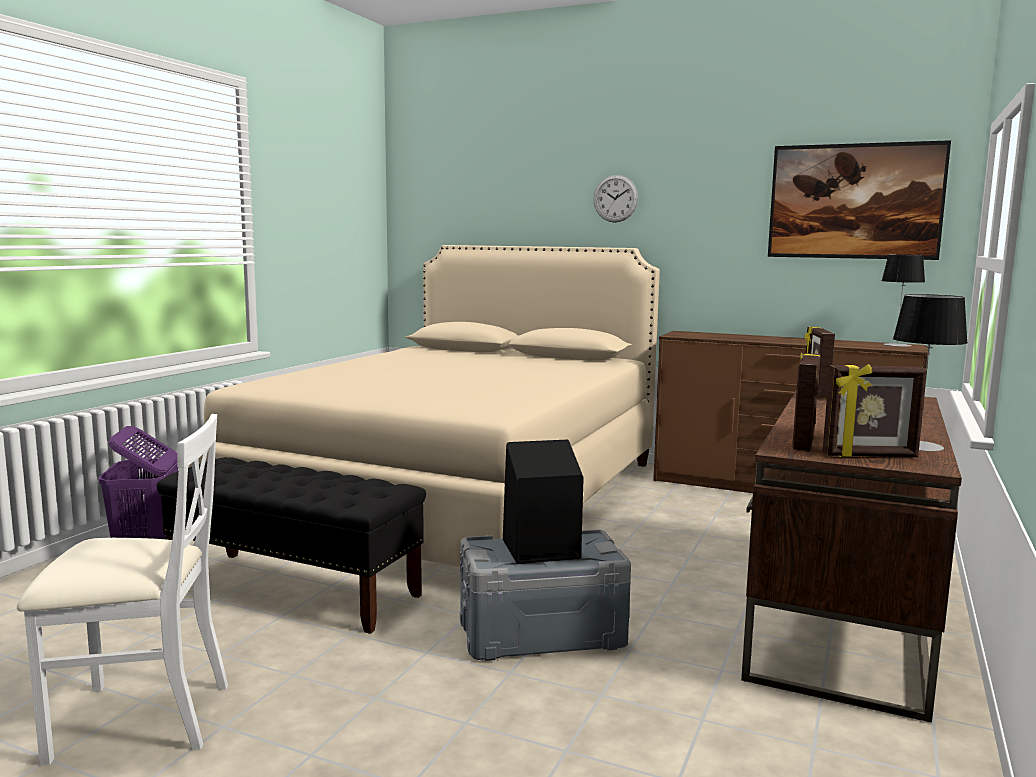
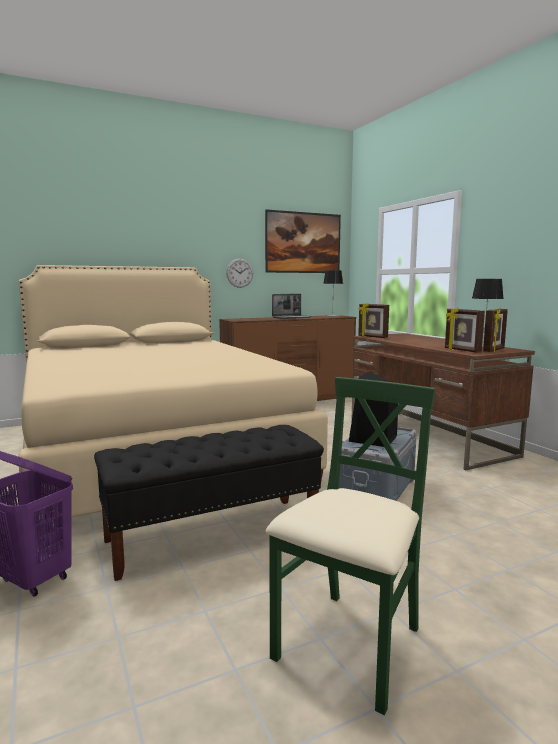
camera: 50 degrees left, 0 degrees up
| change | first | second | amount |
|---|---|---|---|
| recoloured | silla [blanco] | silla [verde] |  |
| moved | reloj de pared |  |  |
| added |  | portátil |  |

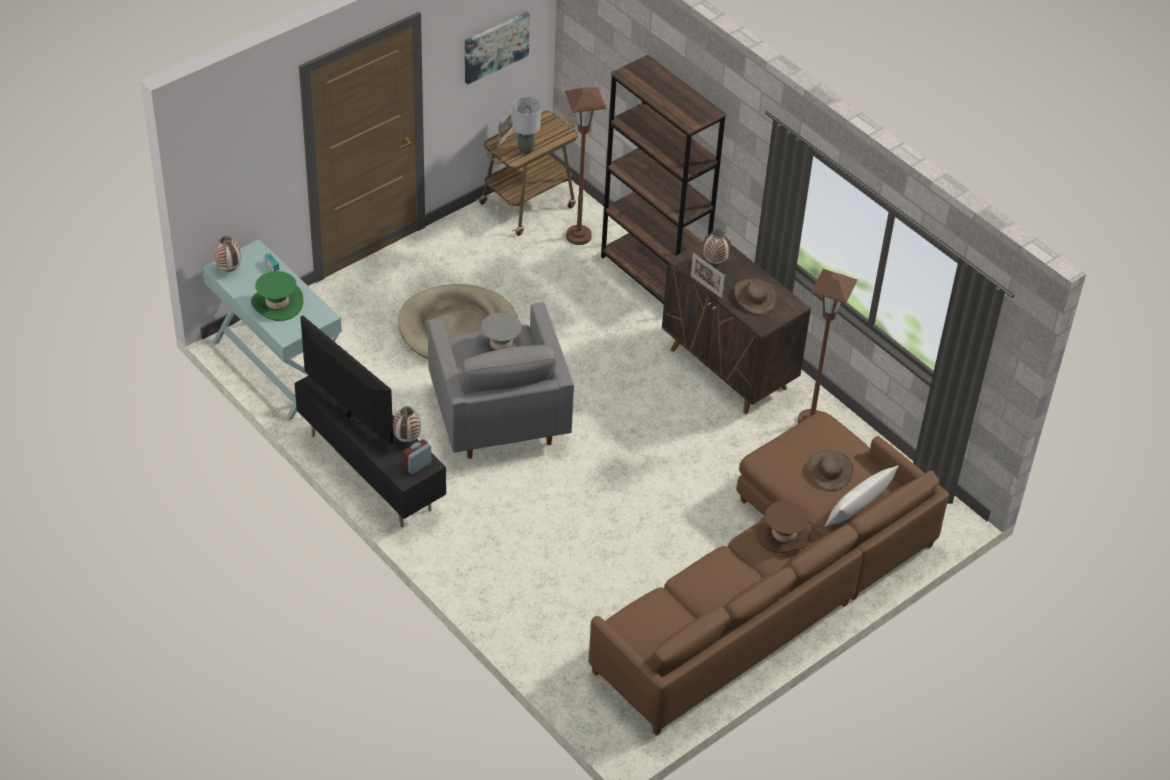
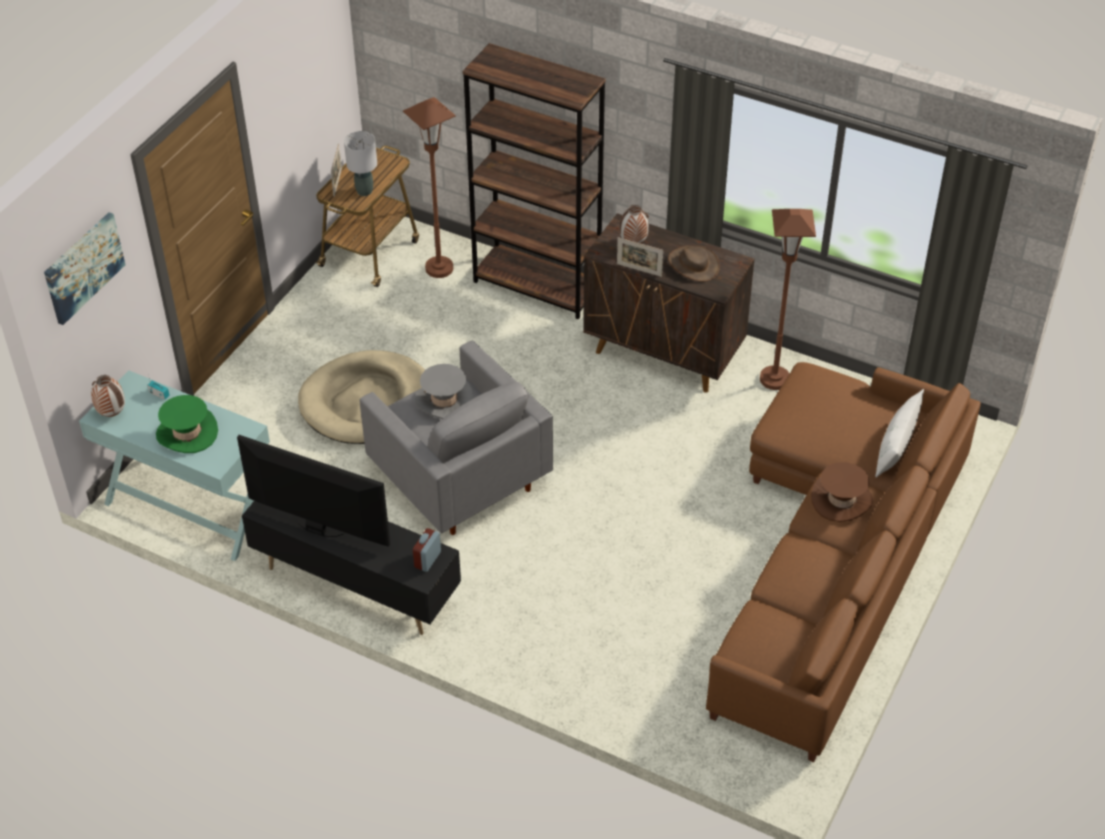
camera: 20 degrees left, 0 degrees up
| change | first | second | amount |
|---|---|---|---|
| removed | florero (2nd from left) |  |  |
| moved | cuadro |  |  |
| removed | sombrero [marrón] (3rd from left) |  |  |

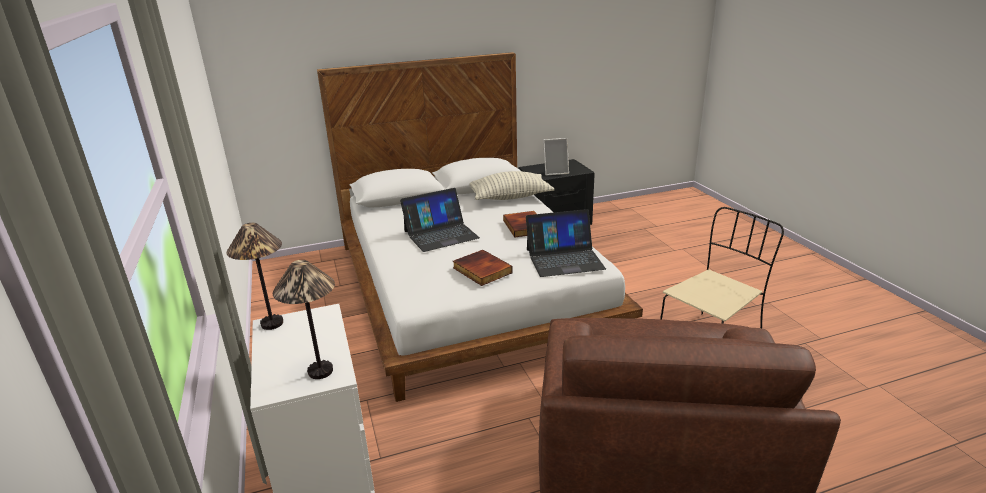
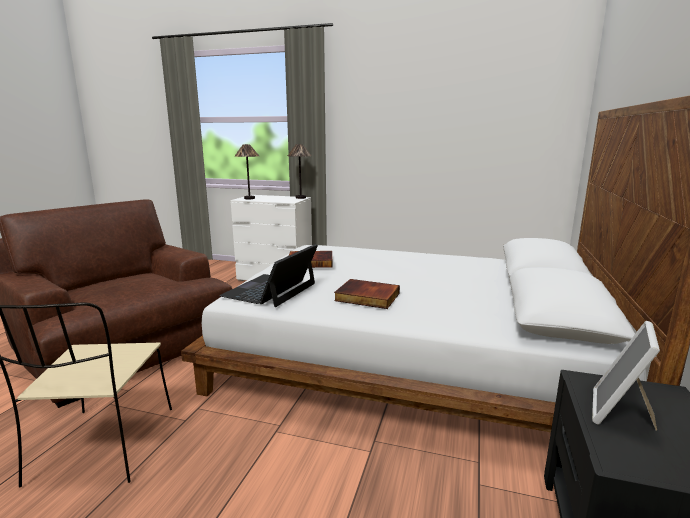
camera: 125 degrees right, 10 degrees down
| change | first | second | amount |
|---|---|---|---|
| removed | portátil (1st from left) |  |  |
| removed | cojín |  |  |

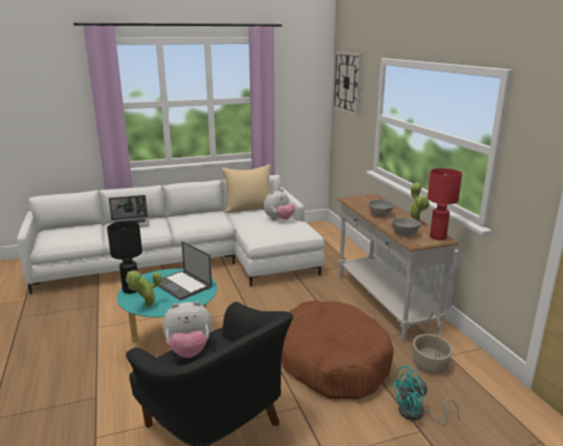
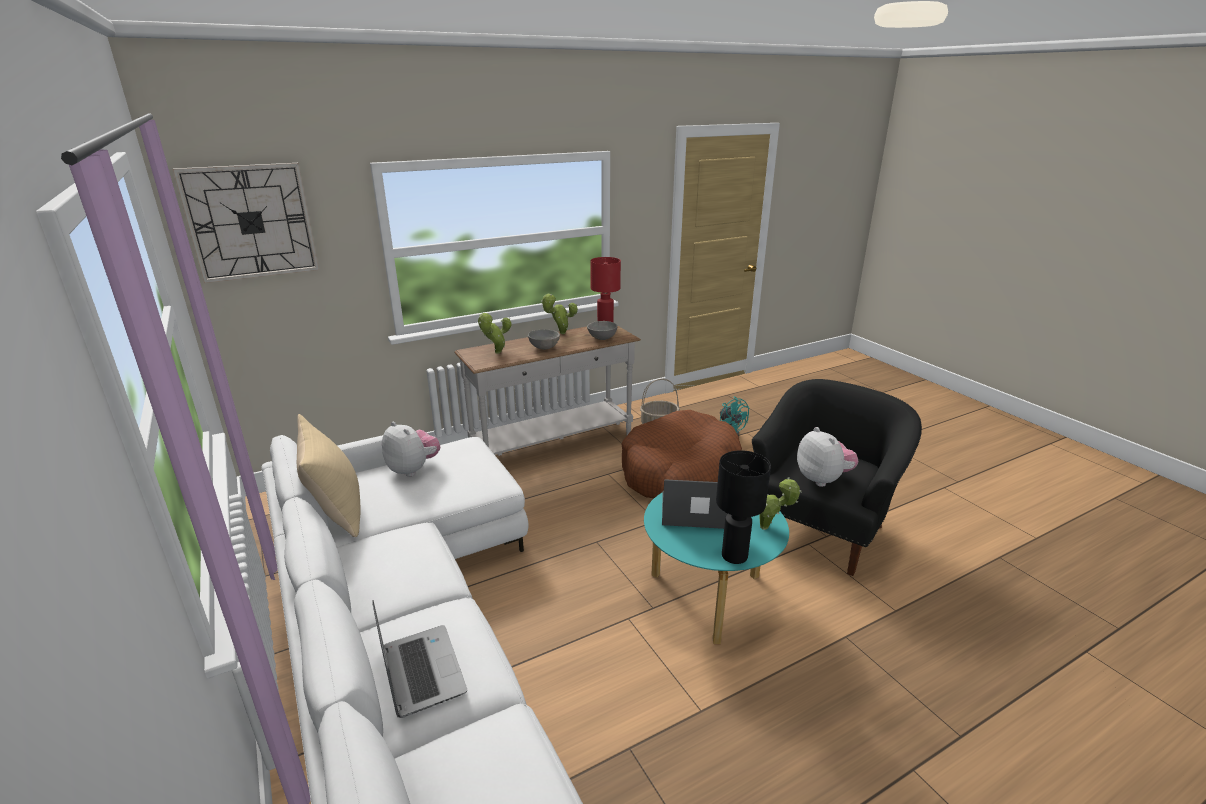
camera: 100 degrees left, 5 degrees up
| change | first | second | amount |
|---|---|---|---|
| turned | portátil (2nd from left) |  | 120 degrees counterclockwise |
| added |  | planta en maceta (1st from left) |  |

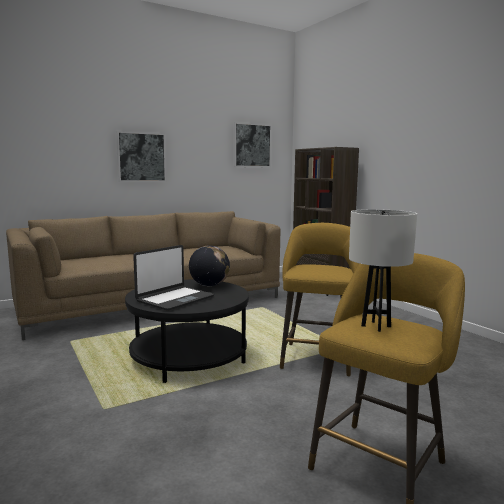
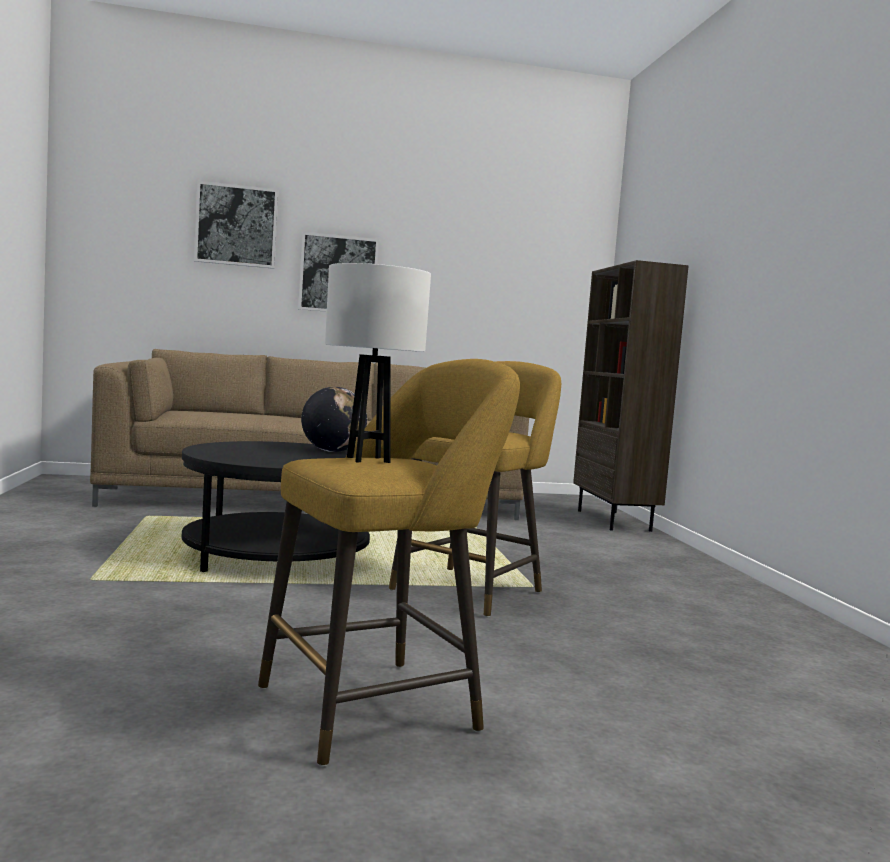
camera: 20 degrees right, 5 degrees down
| change | first | second | amount |
|---|---|---|---|
| removed | portátil |  |  |
| moved | cuadro (2nd from left in the first image) | cuadro (1st from left) |  |

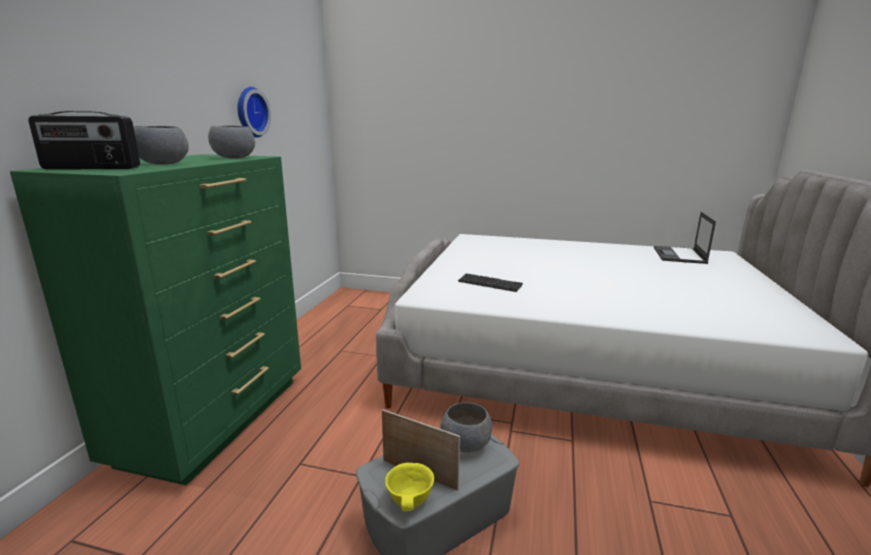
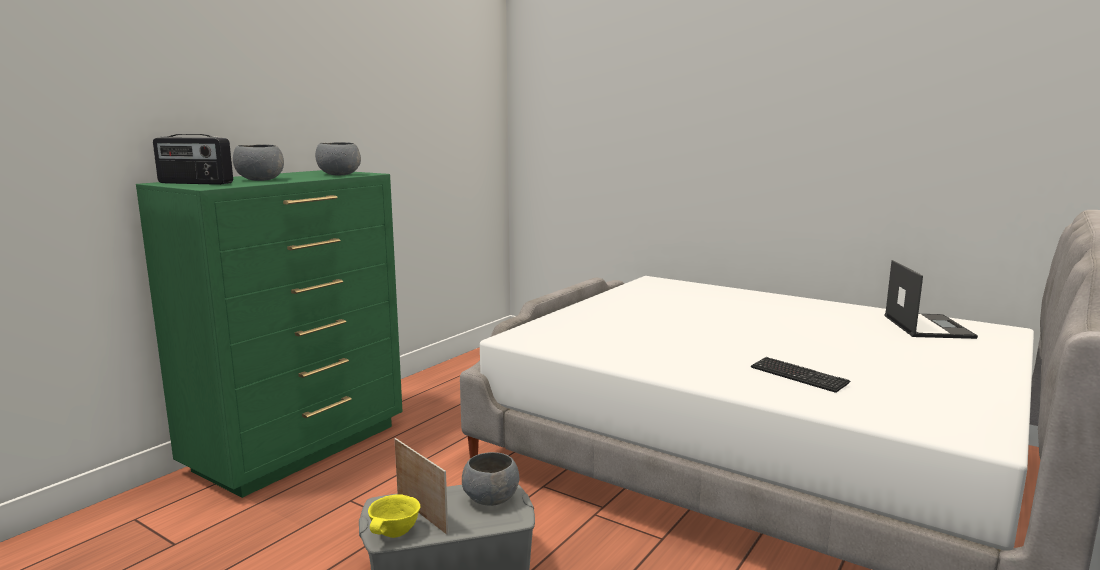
camera: 20 degrees right, 5 degrees down
| change | first | second | amount |
|---|---|---|---|
| removed | reloj de pared |  |  |
| moved | teclado |  |  |
| turned | portátil |  | 150 degrees clockwise |

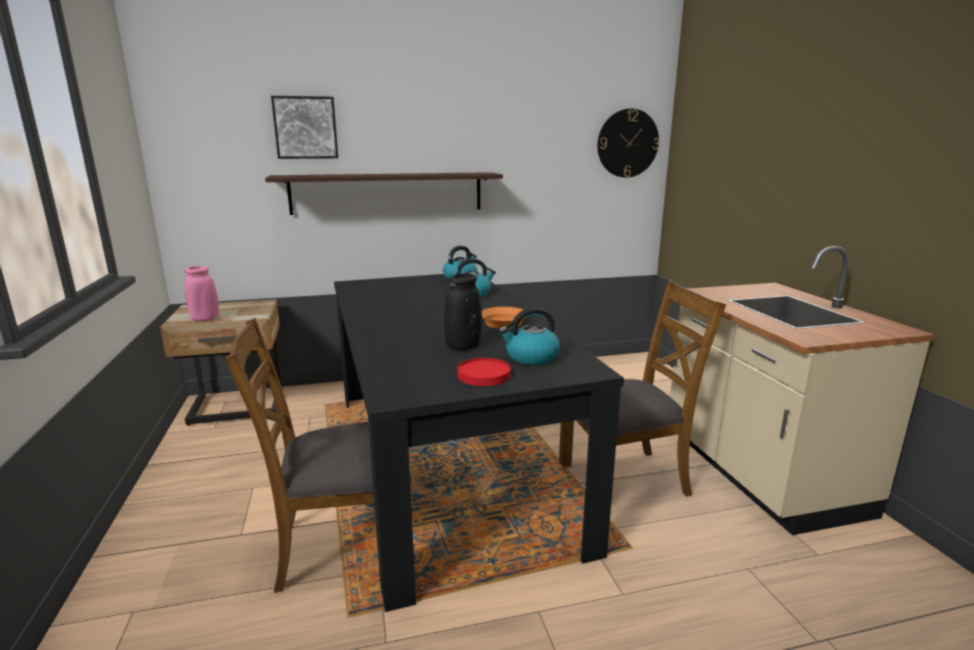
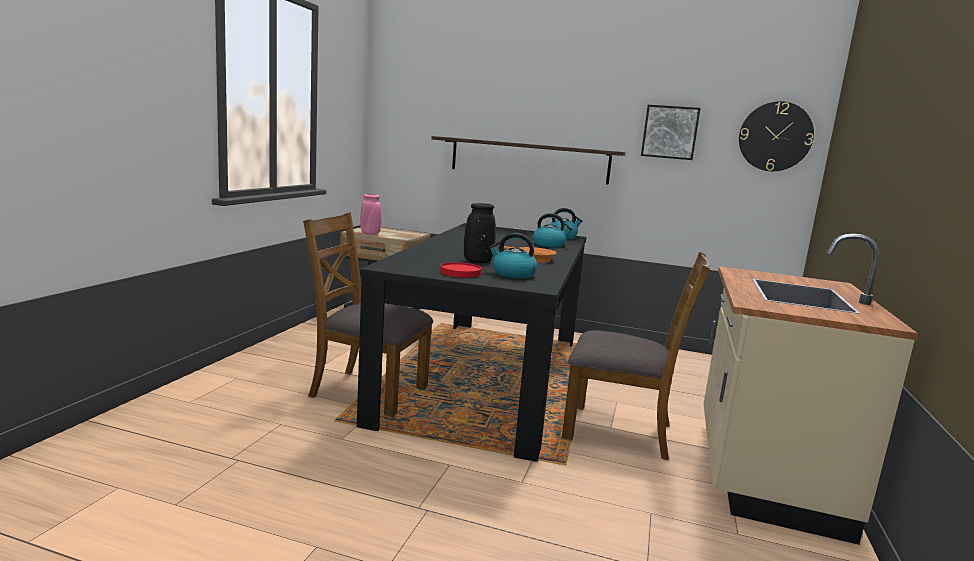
camera: 30 degrees right, 5 degrees down
| change | first | second | amount |
|---|---|---|---|
| moved | cuadro |  |  |

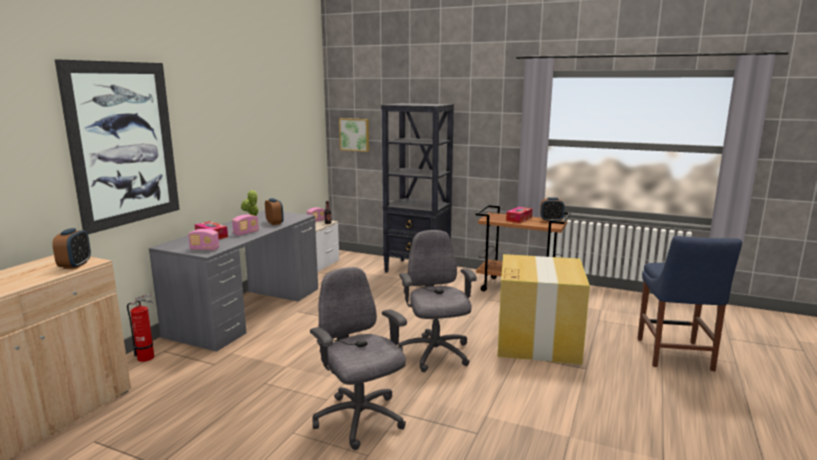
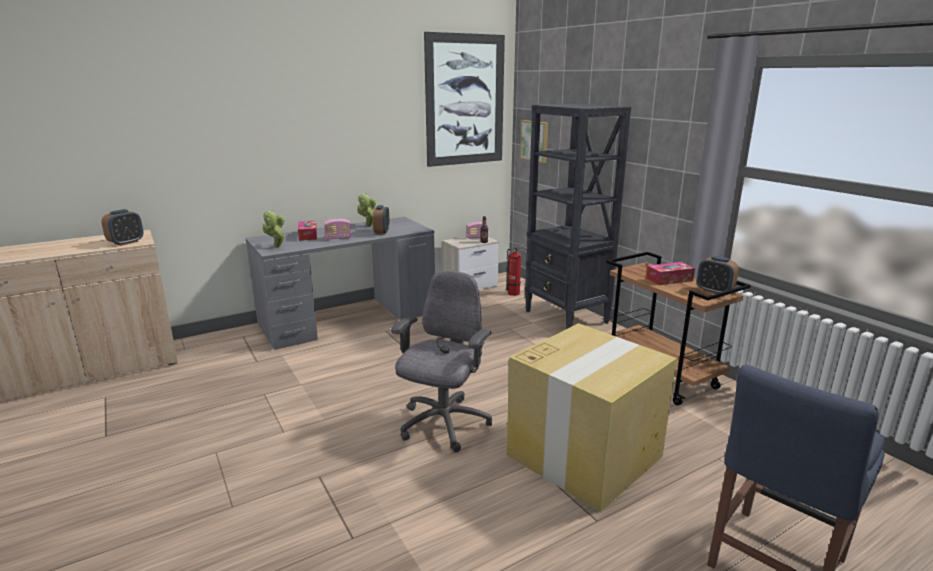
camera: 35 degrees right, 5 degrees up
| change | first | second | amount |
|---|---|---|---|
| moved | cuadro (1st from left) |  |  |
| moved | extintor |  |  |
| replaced | radio (1st from left) | planta en maceta (1st from left) |  |
| removed | silla de oficina [gris] (1st from left) |  |  |

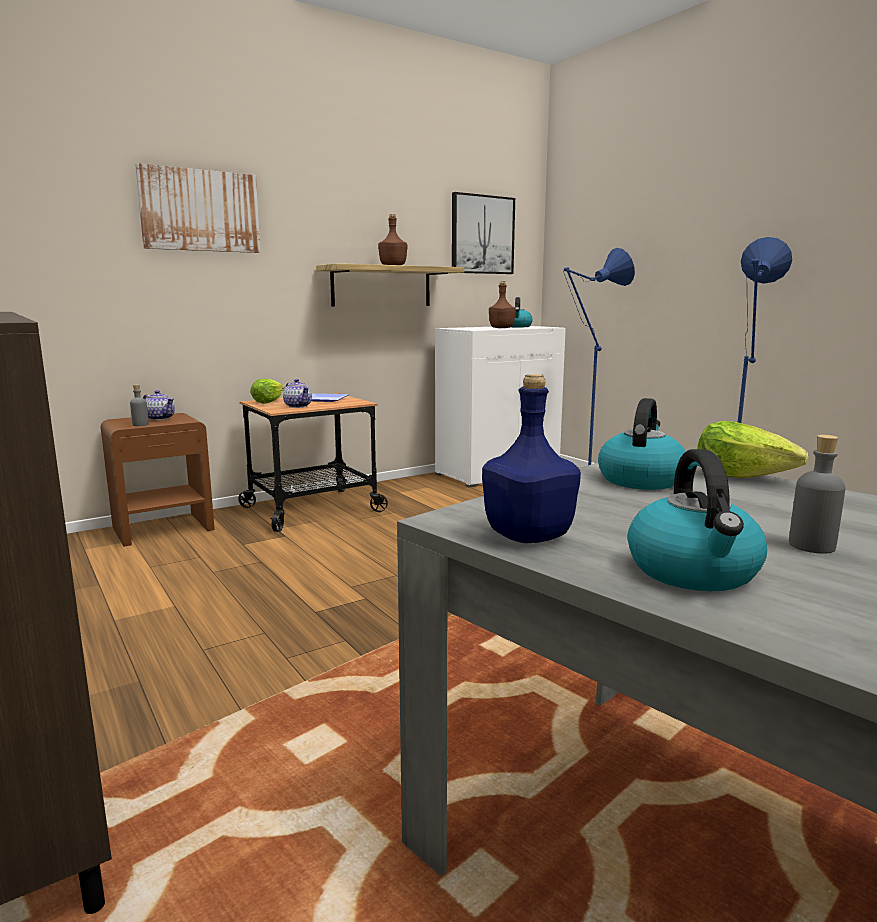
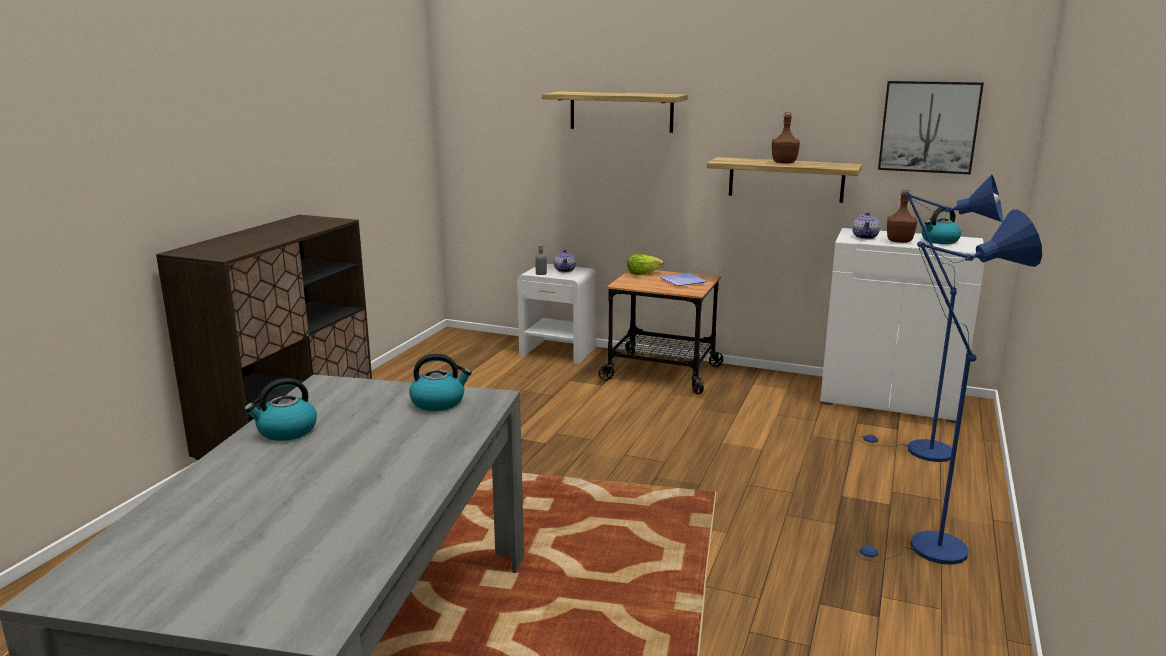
camera: 55 degrees right, 5 degrees up
| change | first | second | amount |
|---|---|---|---|
| recoloured | mesita de noche [marrón] | mesita de noche [blanco] |  |
| replaced | cuadro (1st from left) | estante (1st from left) |  |
| moved | tetera (2nd from left) |  |  |
| removed | botella [azul] |  |  |
| removed | lechuga (2nd from left) |  |  |
| removed | botella [gris] (2nd from left) |  |  |

